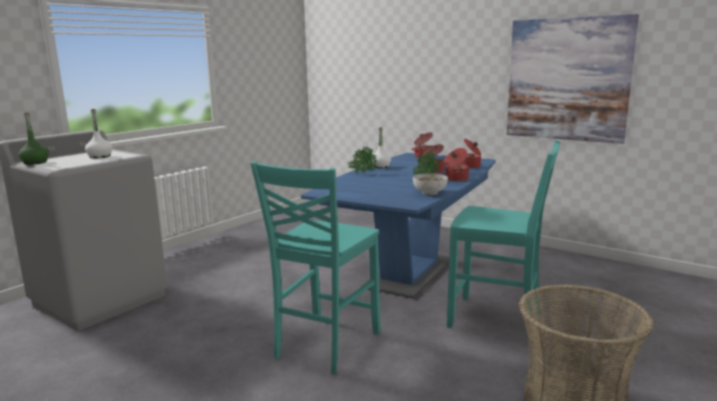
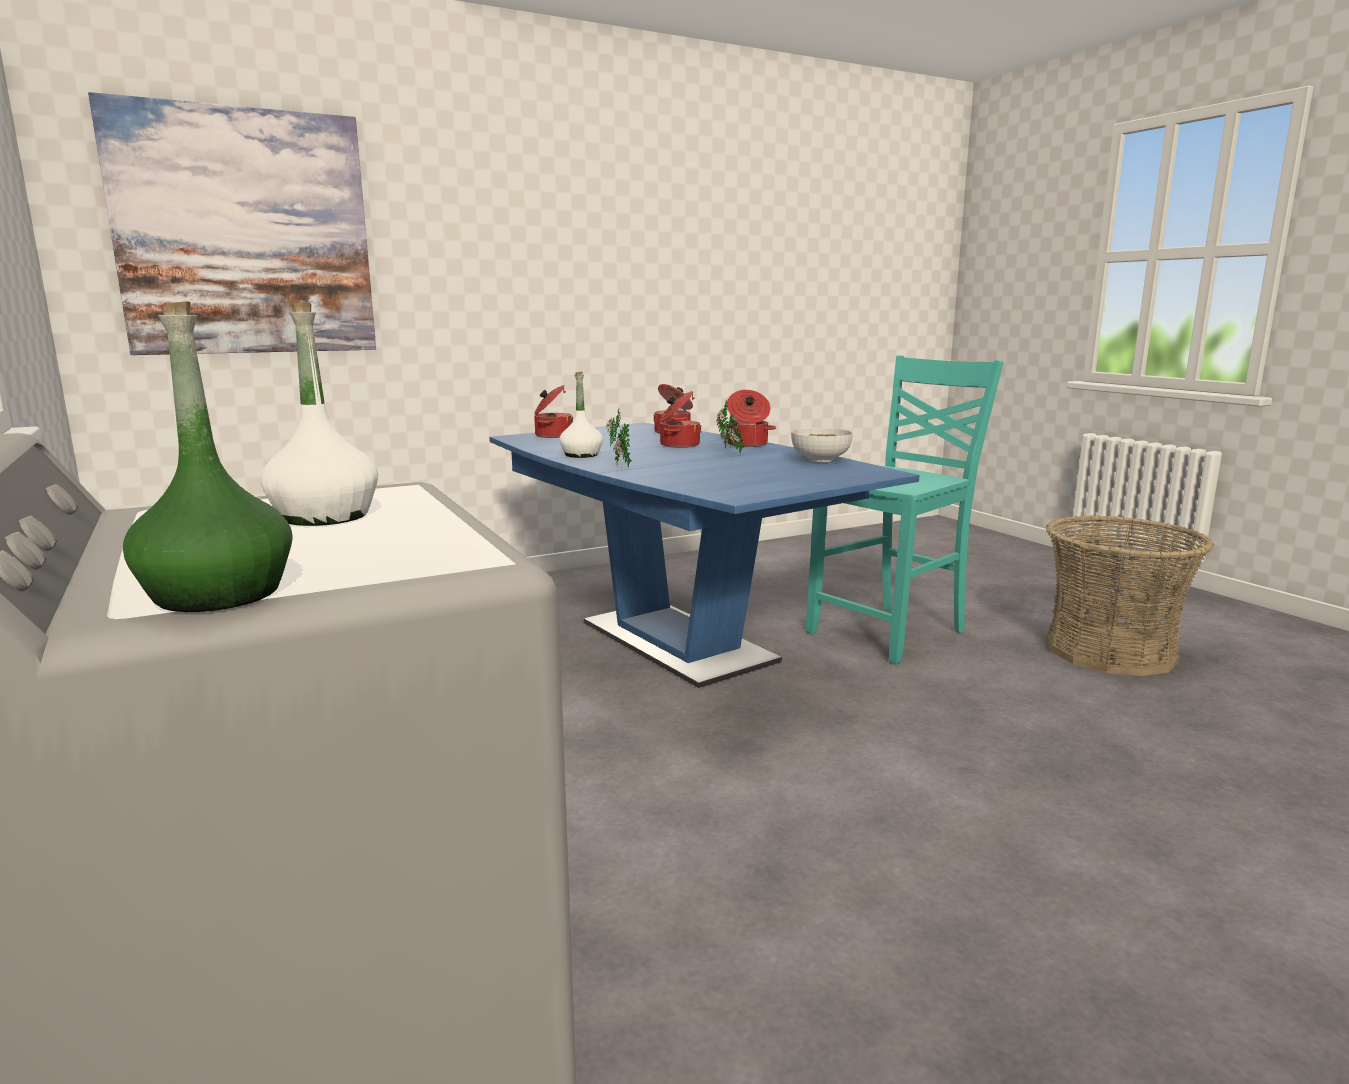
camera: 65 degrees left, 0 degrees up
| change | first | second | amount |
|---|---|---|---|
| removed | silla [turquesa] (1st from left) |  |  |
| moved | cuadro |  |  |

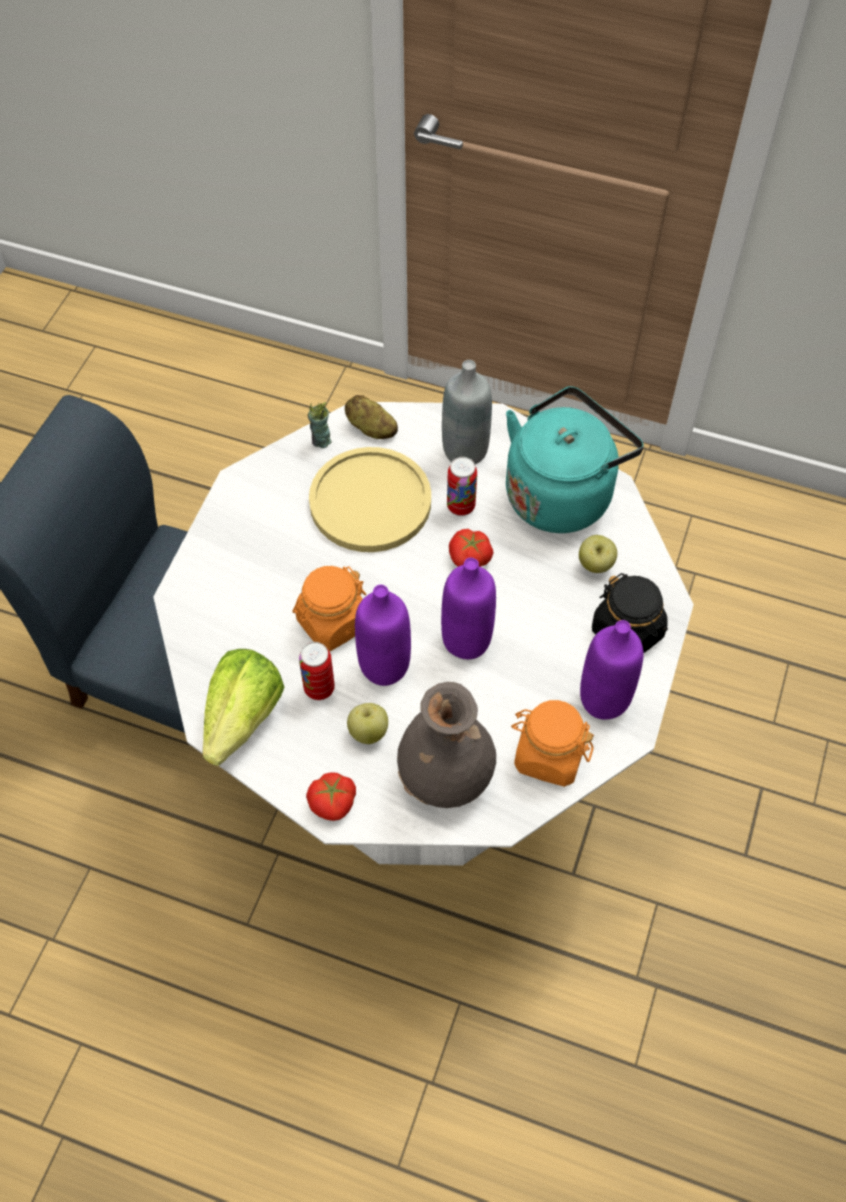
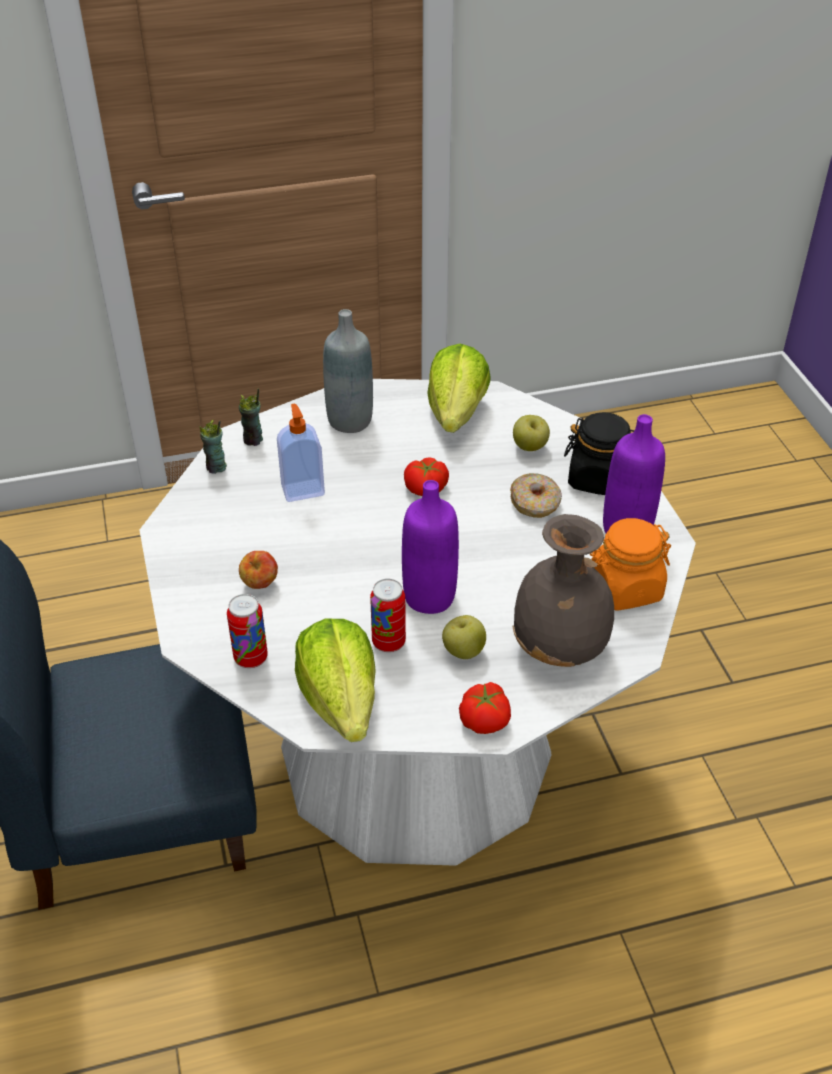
camera: 35 degrees left, 15 degrees down
| change | first | second | amount |
|---|---|---|---|
| removed | tarro [naranja] (1st from left) |  |  |
| replaced | plato [amarillo] | dispensador de jabón |  |
| replaced | patata | taza (2nd from left) |  |
| removed | botella [morado] (2nd from left) |  |  |
| moved | lata (2nd from left in the first image) | lata (1st from left) |  |
| replaced | hervidor [turquesa] | lechuga (2nd from left) |  |
| added |  | manzana (1st from left) |  |
| added |  | rosquilla |  |

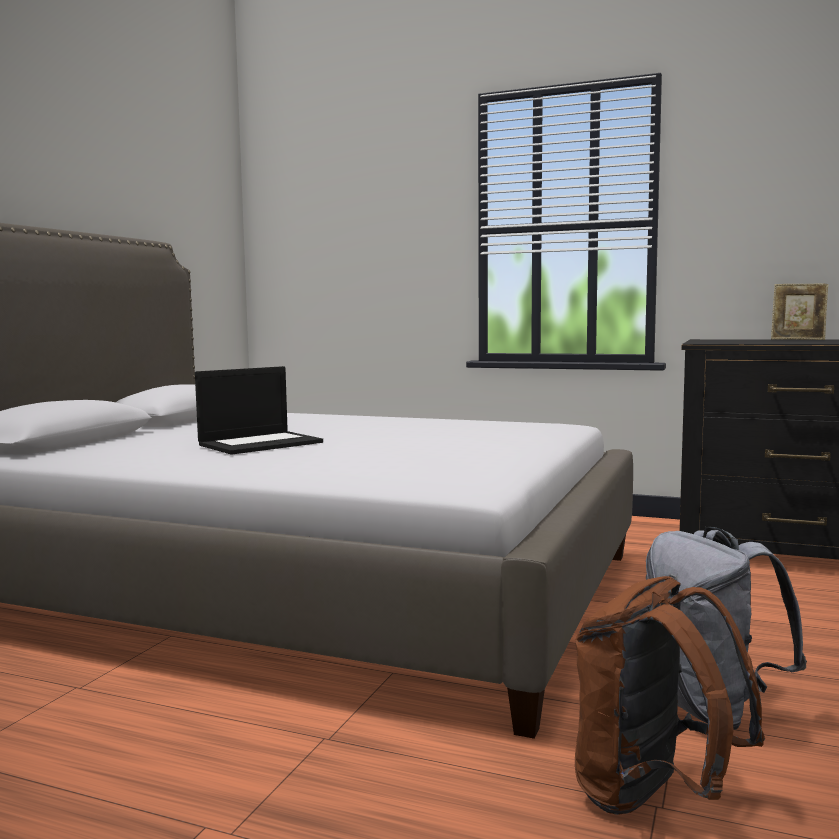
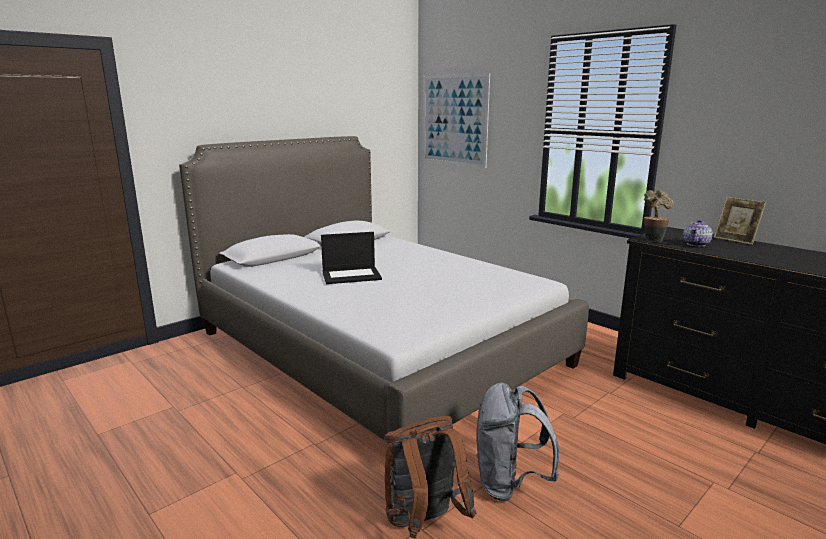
camera: 25 degrees right, 10 degrees up
| change | first | second | amount |
|---|---|---|---|
| added |  | cuadro |  |
| added |  | planta en maceta |  |
| added |  | tetera |  |

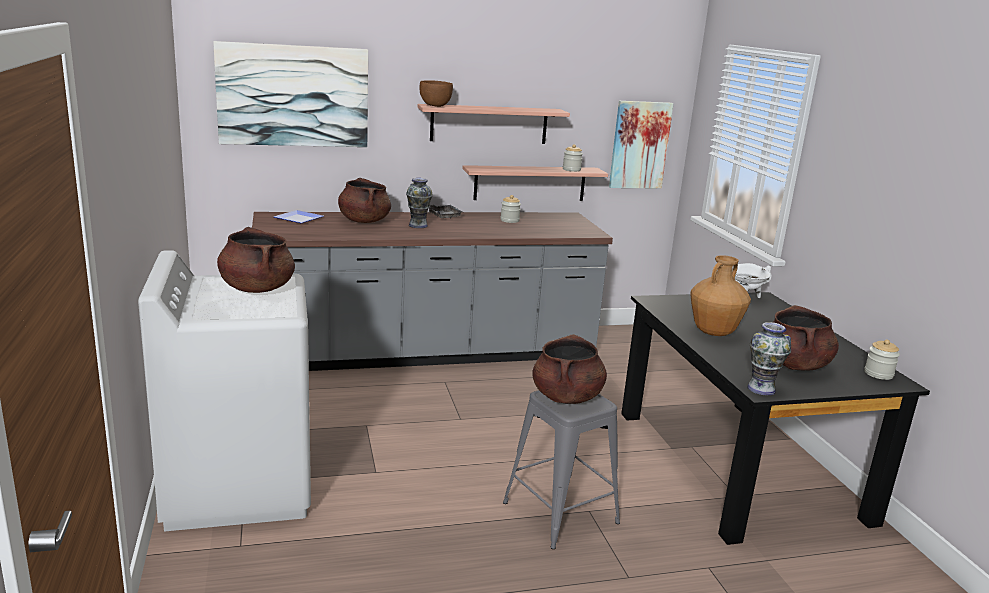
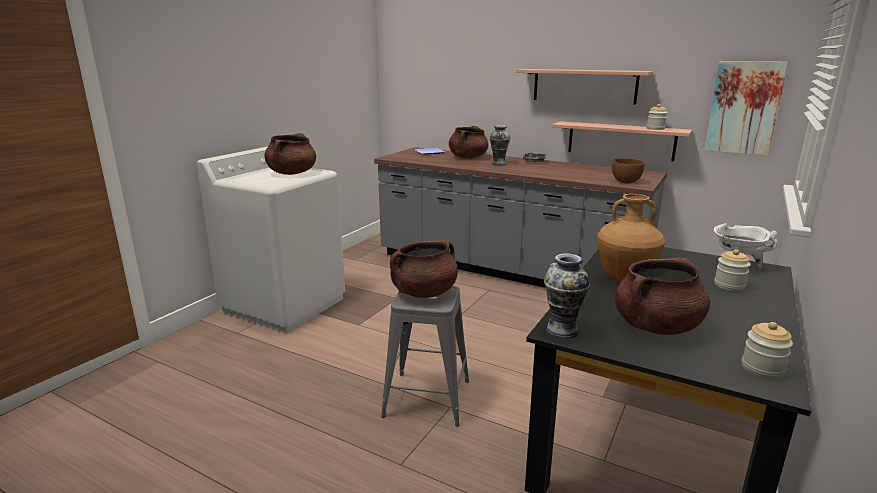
camera: 45 degrees right, 0 degrees up
| change | first | second | amount |
|---|---|---|---|
| removed | cuadro (1st from left) |  |  |
| moved | cuenco [marrón] |  |  |
| moved | tarro (1st from left in the first image) | tarro (2nd from left) |  |

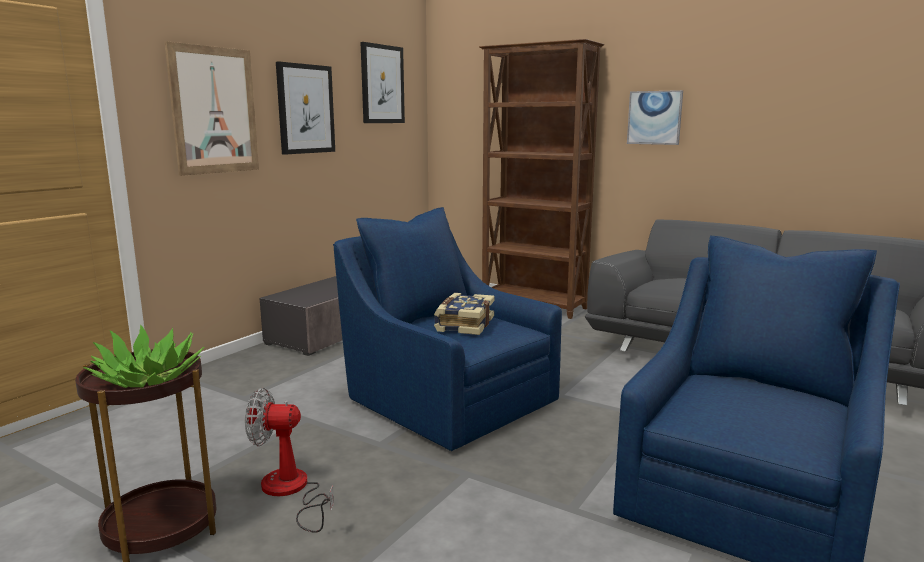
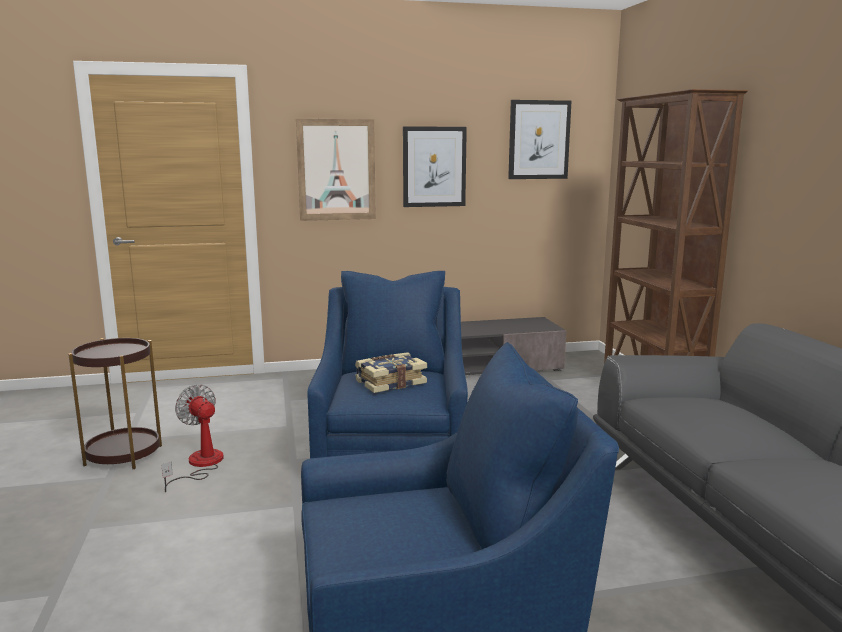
camera: 45 degrees right, 0 degrees up
| change | first | second | amount |
|---|---|---|---|
| removed | planta en maceta |  |  |
| removed | cuadro (4th from left) |  |  |

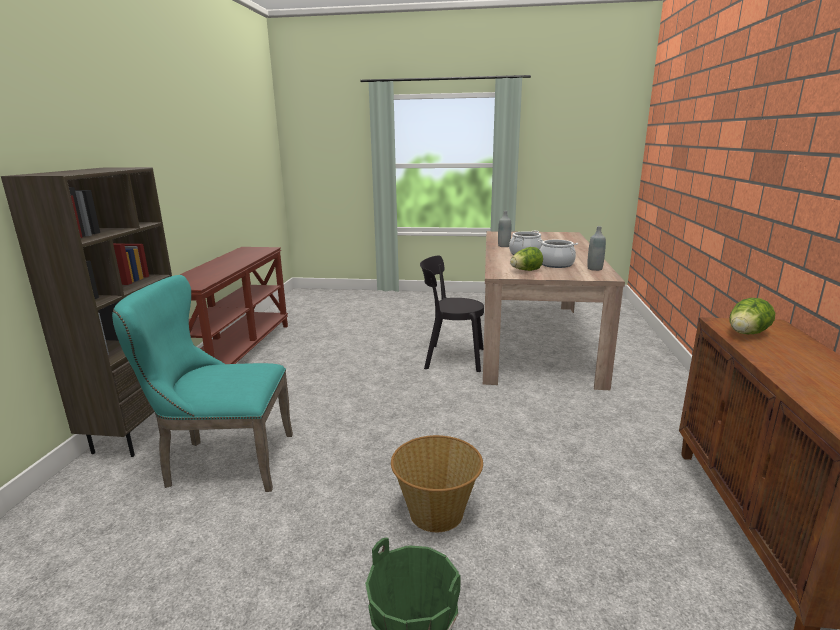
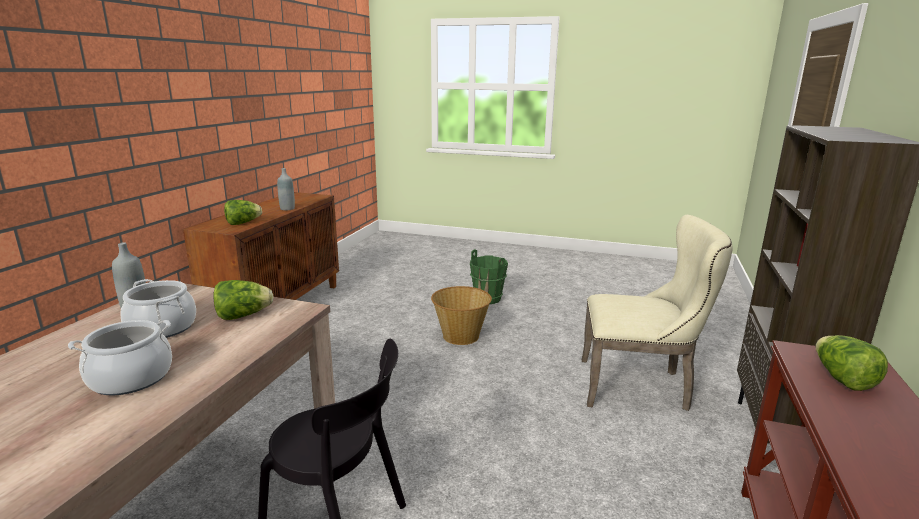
camera: 170 degrees left, 0 degrees up
| change | first | second | amount |
|---|---|---|---|
| recoloured | silla [turquesa] | silla [beis] |  |
| moved | botella [gris] (1st from left in the first image) | botella [gris] (2nd from left) |  |
| added |  | lechuga (3rd from left) |  |

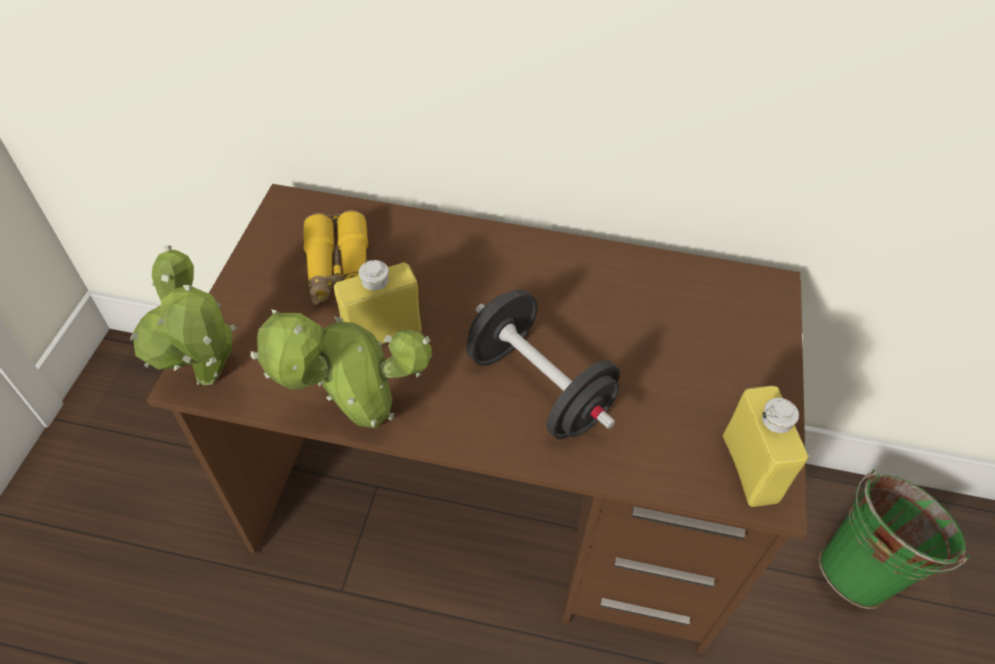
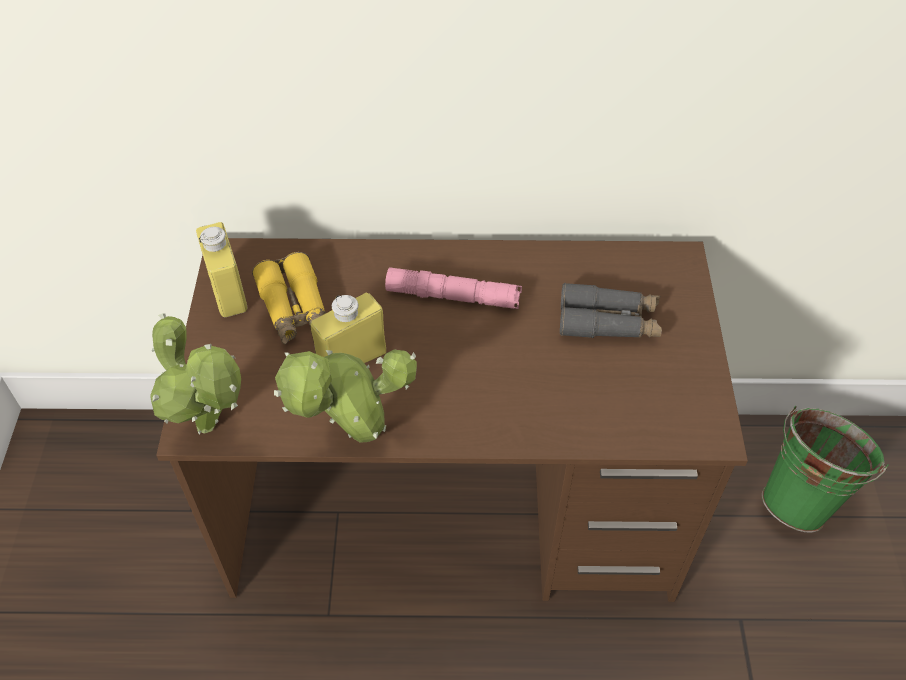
camera: 10 degrees left, 0 degrees up
| change | first | second | amount |
|---|---|---|---|
| removed | mancuerna [negro] |  |  |
| moved | botella [amarillo] (2nd from left in the first image) | botella [amarillo] (1st from left) |  |
| added |  | linterna [rosa] |  |
| added |  | prismáticos [gris] |  |

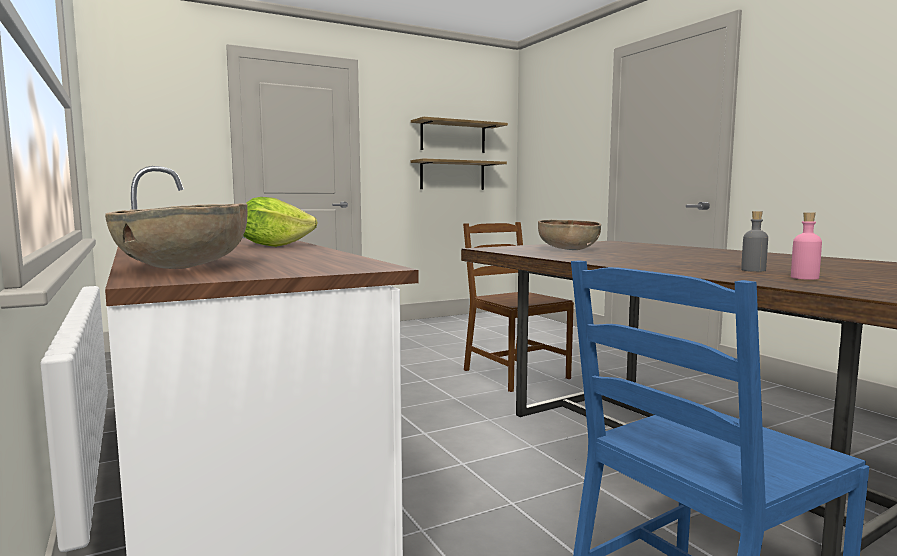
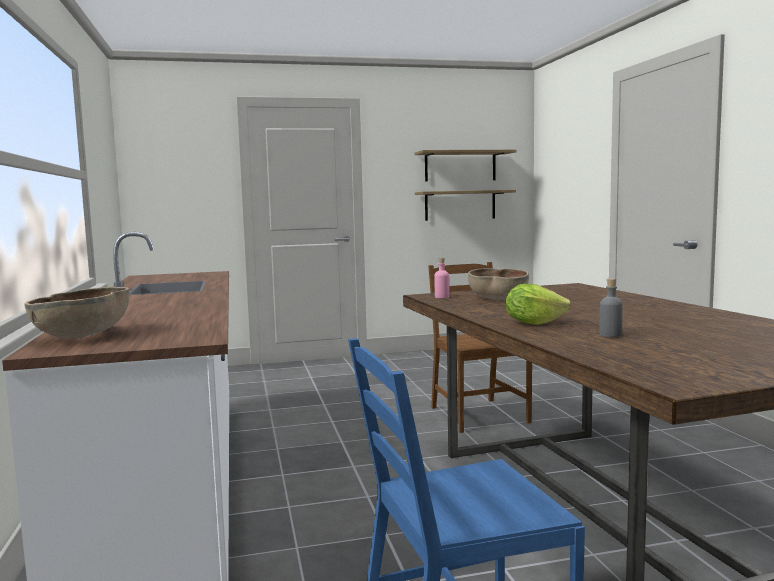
camera: 15 degrees right, 0 degrees up
| change | first | second | amount |
|---|---|---|---|
| moved | lechuga |  |  |
| moved | botella [rosa] |  |  |

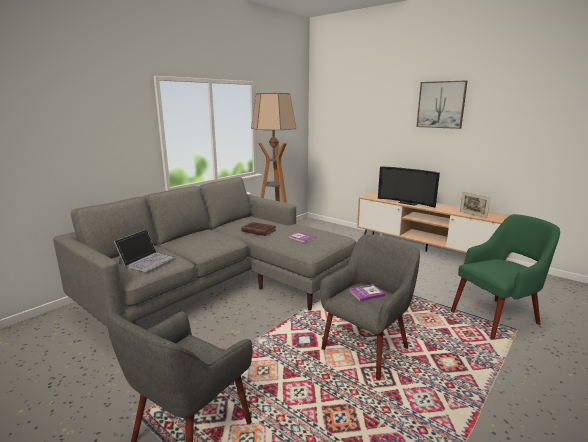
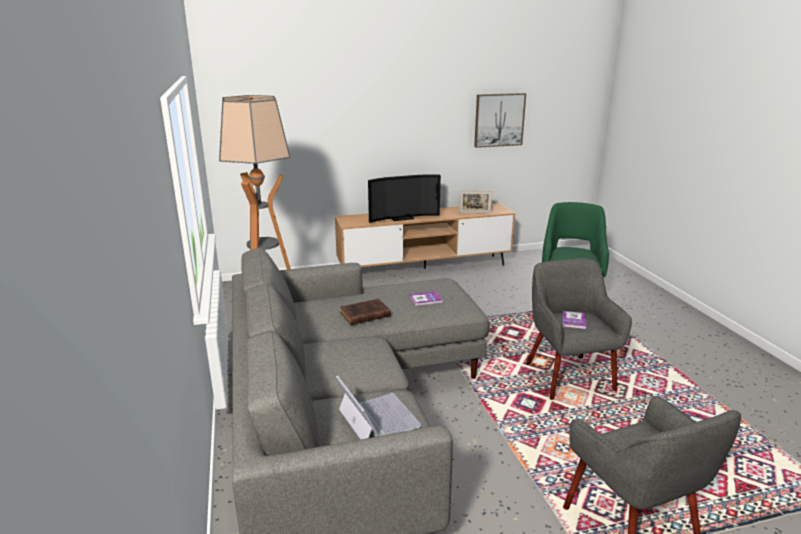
camera: 55 degrees left, 5 degrees up
| change | first | second | amount |
|---|---|---|---|
| moved | cuadro |  |  |

